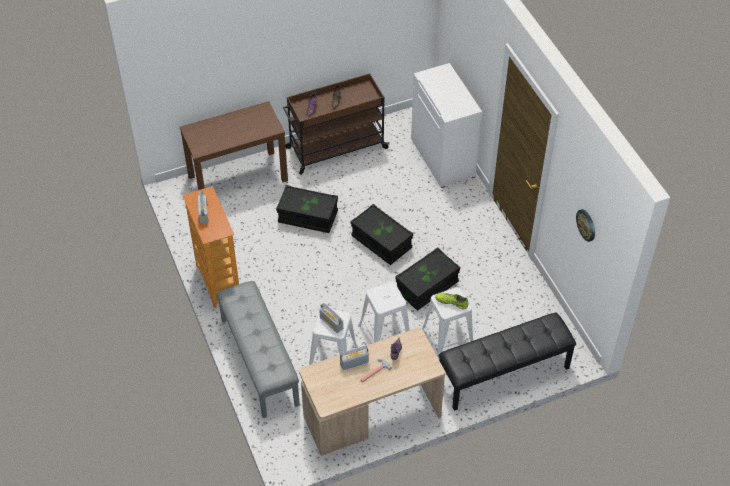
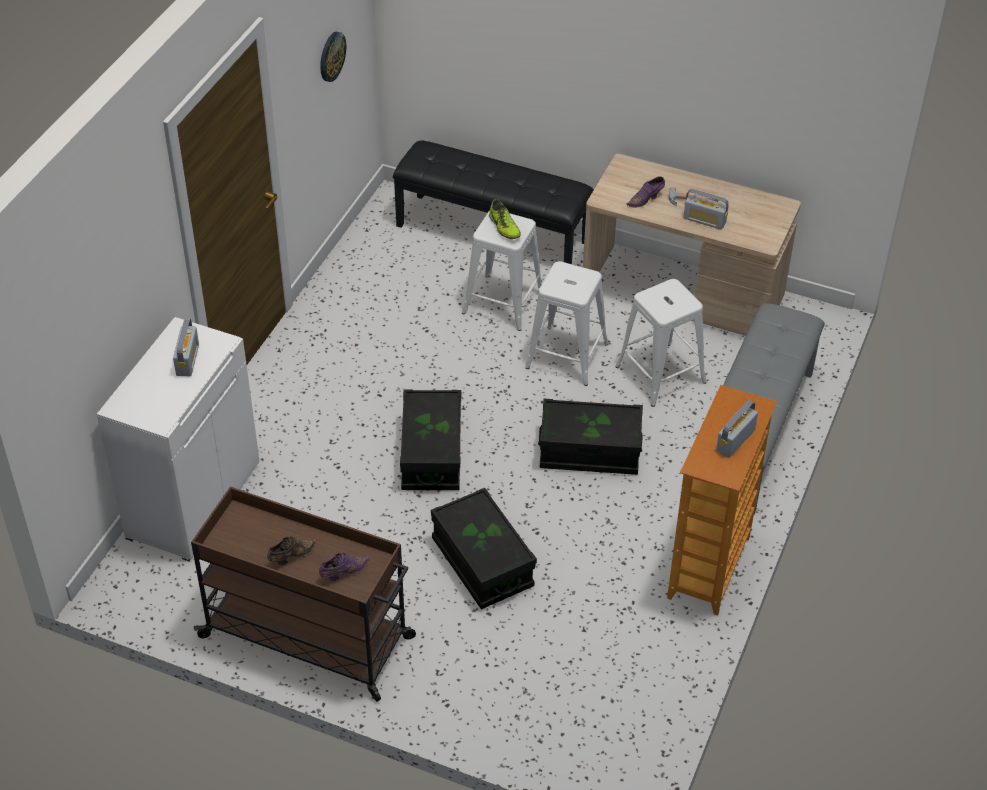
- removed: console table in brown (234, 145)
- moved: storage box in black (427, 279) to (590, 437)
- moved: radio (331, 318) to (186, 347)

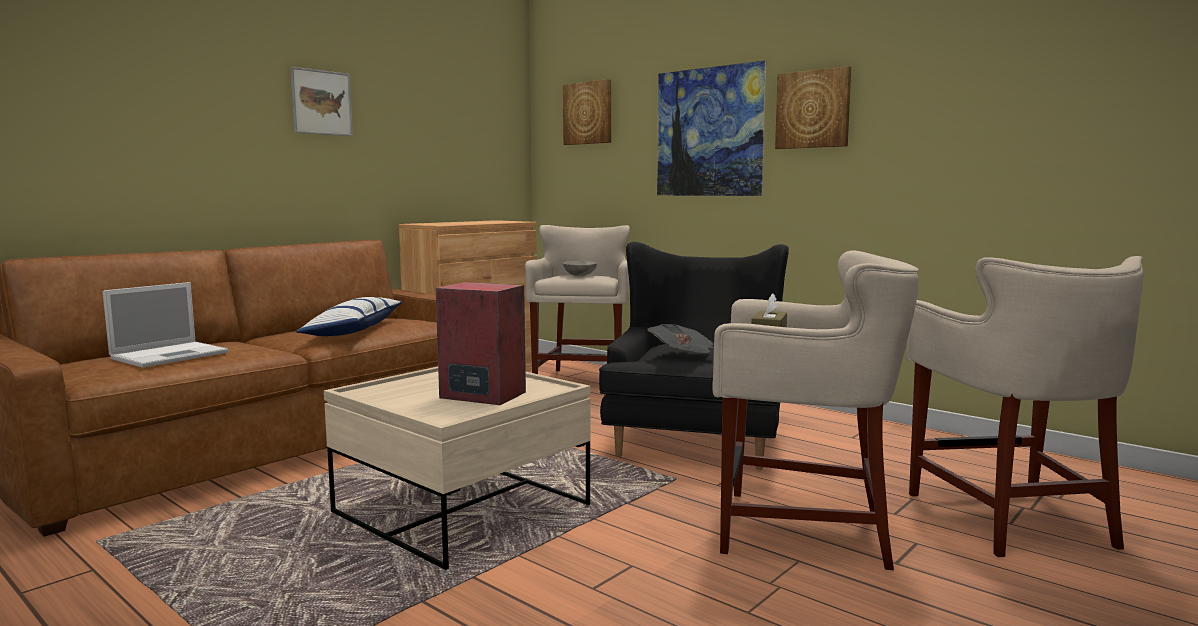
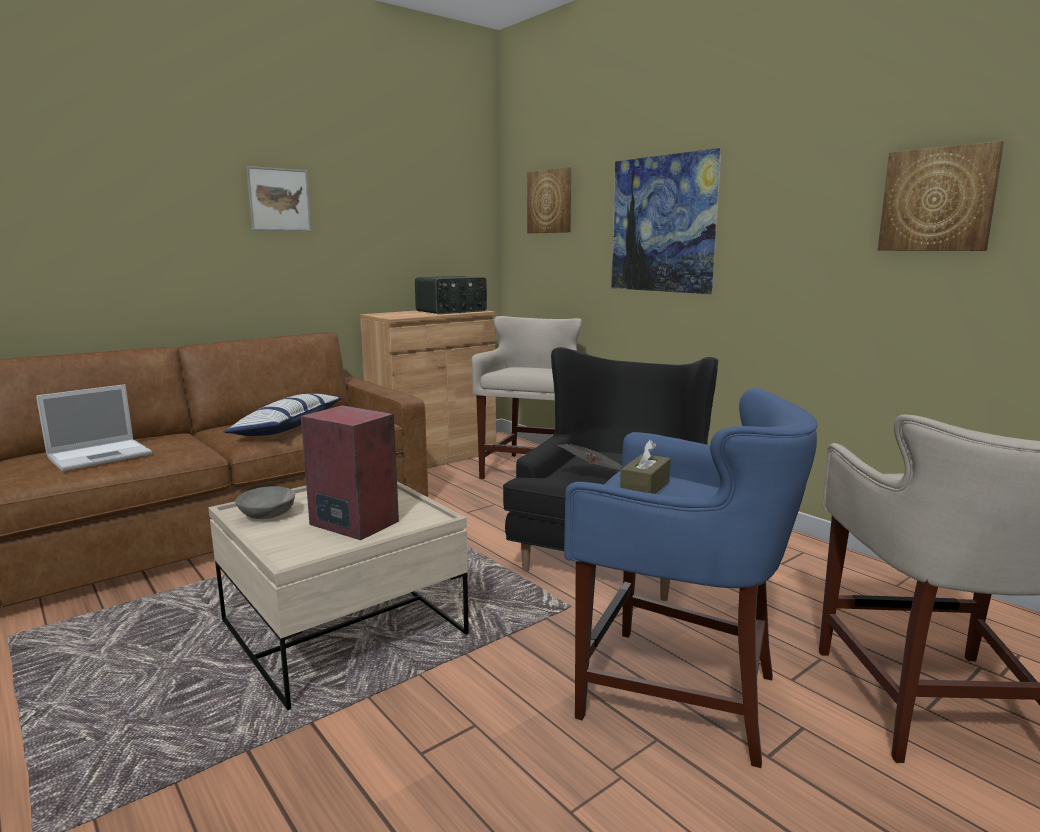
- moved: picture (813, 107) to (941, 196)
- recoloured: stool in beige (815, 410) to stool in blue (691, 578)
- moved: bowl in grey (580, 268) to (265, 502)
- added: radio (451, 295)

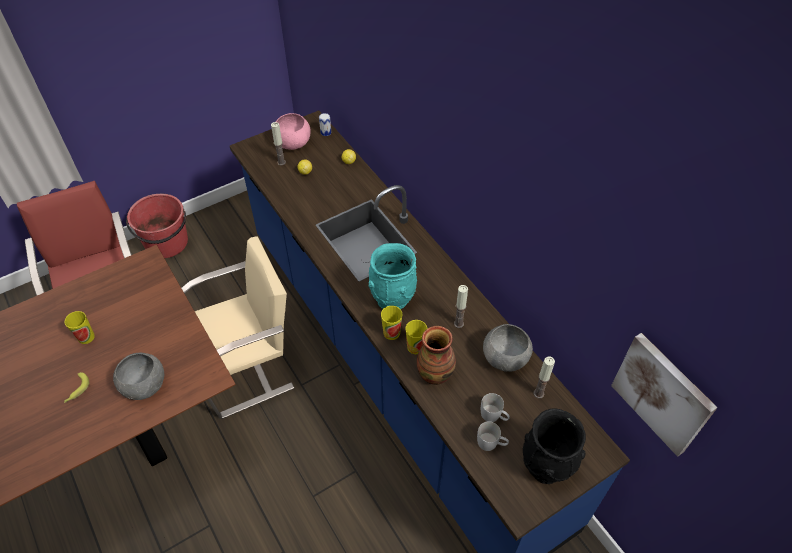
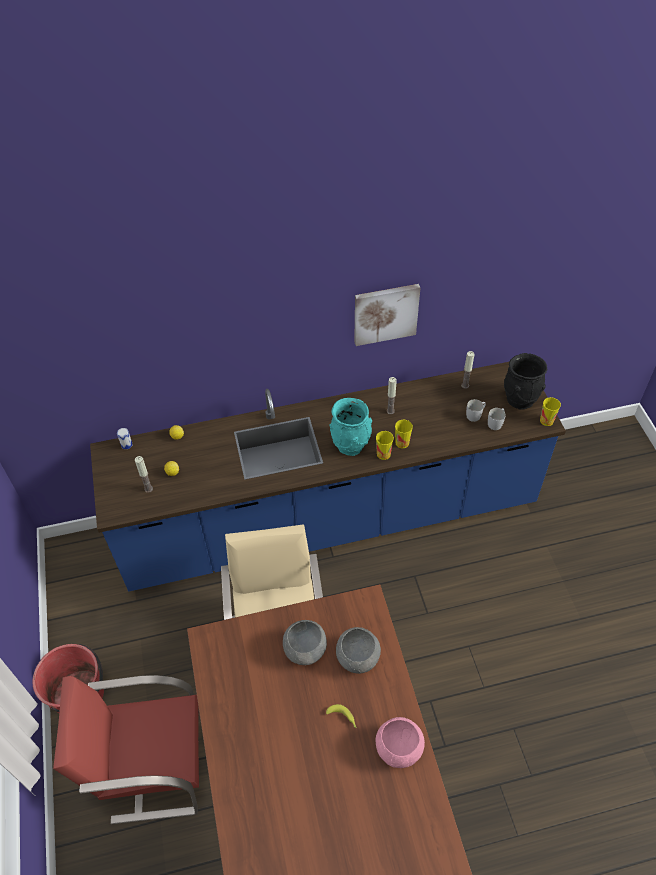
- moved: bowl in pink (293, 131) to (400, 742)
- moved: cup (80, 327) to (550, 411)
- moved: bowl in grey (508, 348) to (305, 642)
- removed: vase (436, 355)
- moved: picture (664, 395) to (387, 315)

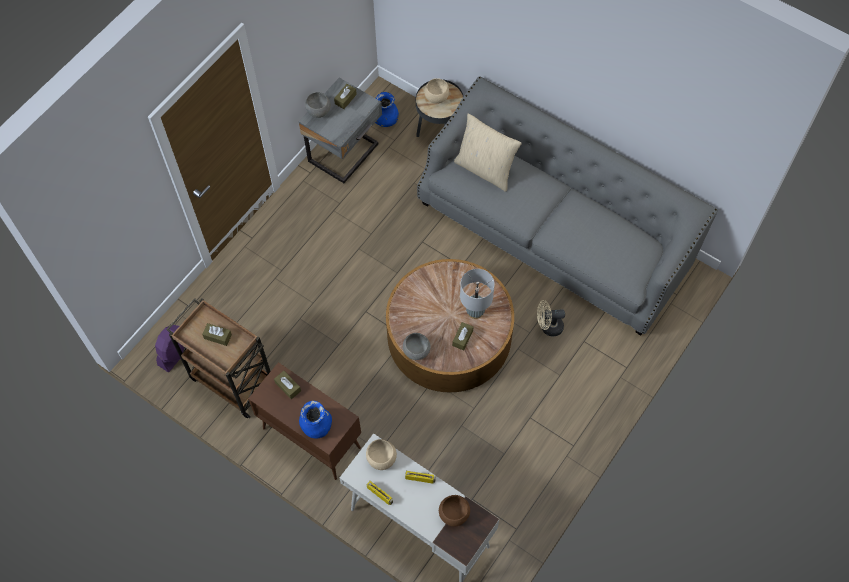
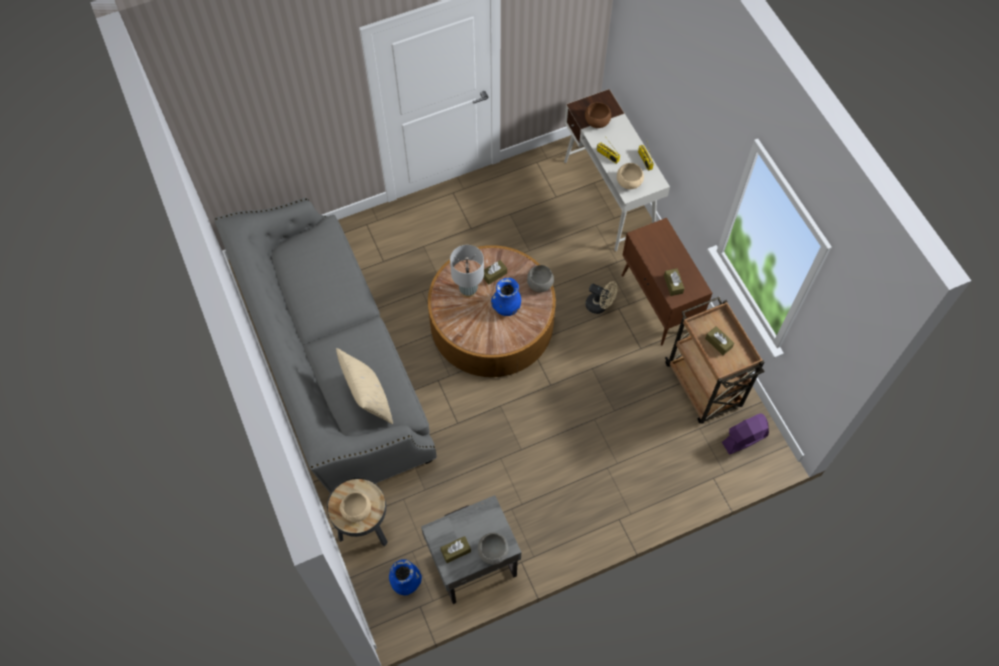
- moved: fan in beige (551, 318) to (601, 297)
- moved: vase in blue (315, 419) to (506, 297)

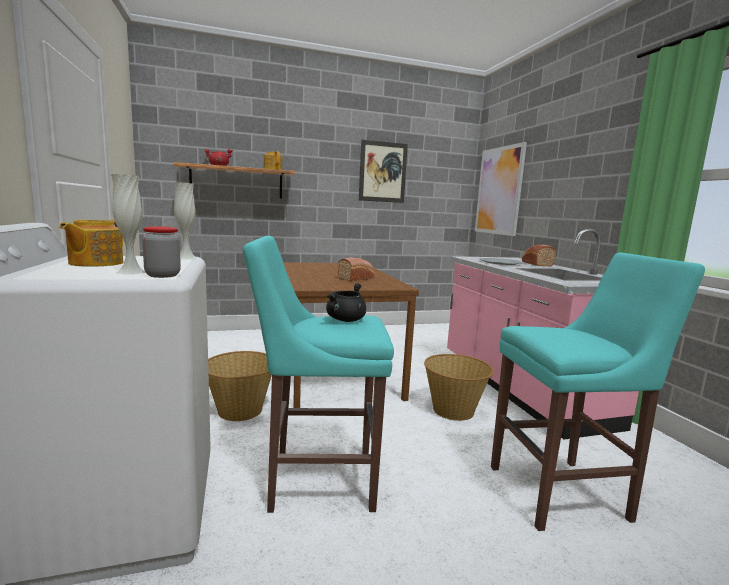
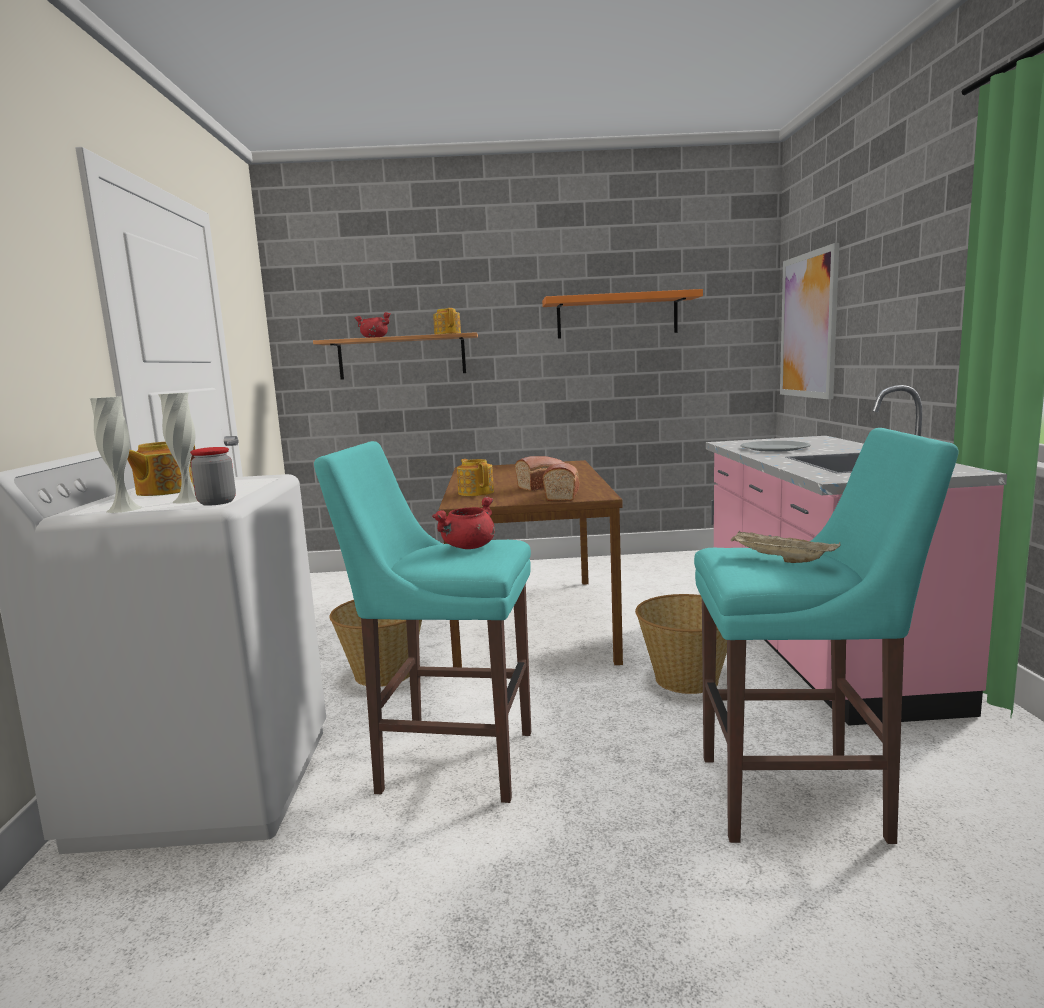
- replaced: picture (383, 171) to shelf in orange (622, 314)
- moved: vase in white (185, 221) to (115, 454)
- moved: bread (539, 256) to (561, 482)
- recoloured: cooking pot in black (346, 302) to cooking pot in red (463, 523)
- added: teapot (475, 477)
- added: tray in beige (786, 546)

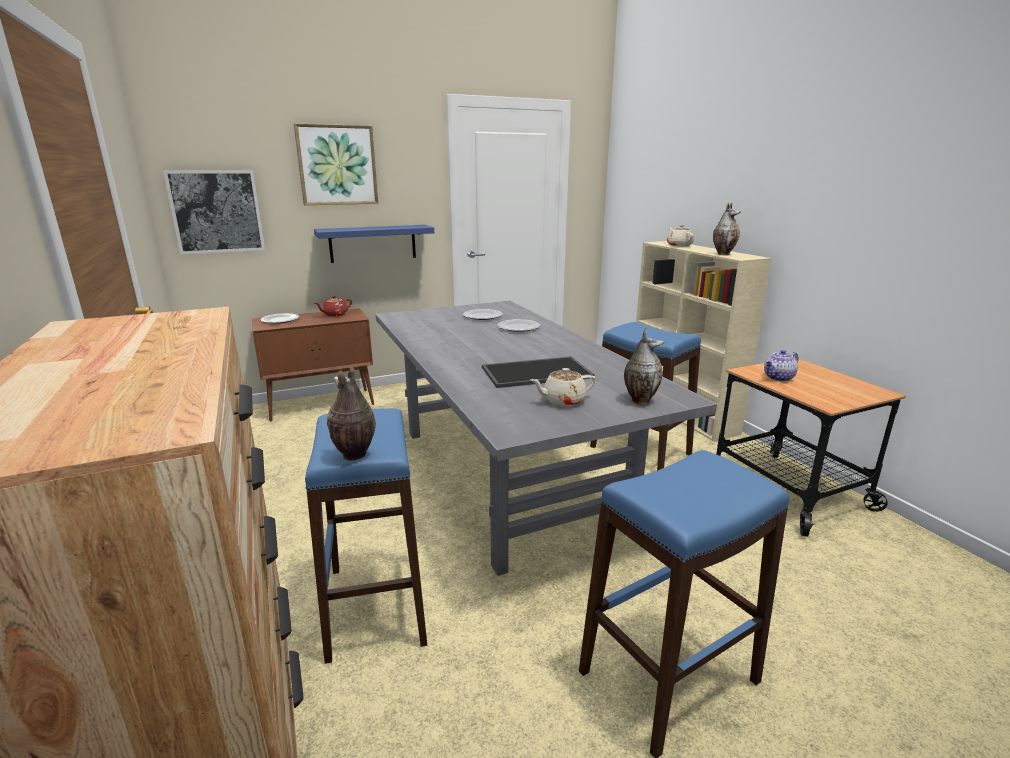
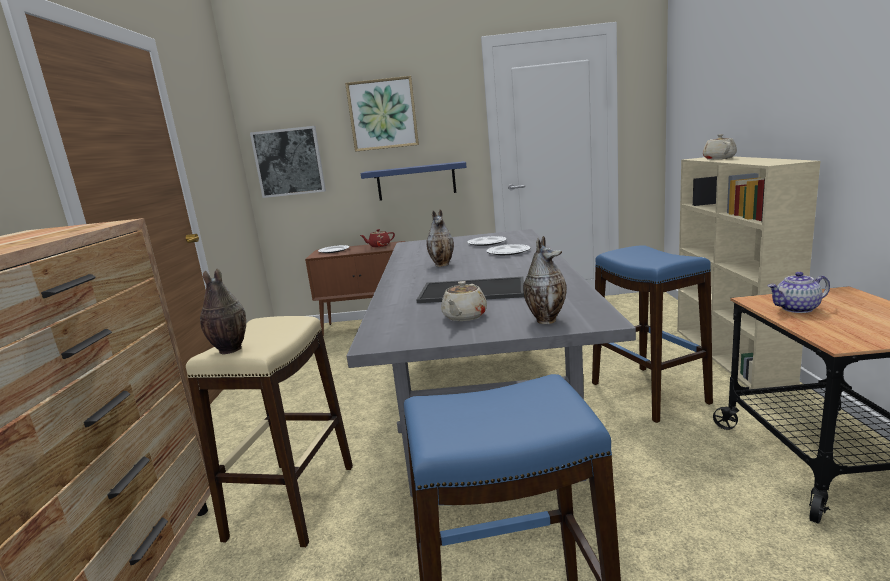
- moved: vase (727, 229) to (440, 238)
- turned: teapot in beige (563, 387) = (464, 301) 75 degrees counterclockwise
- recoloured: stool in blue (366, 536) to stool in beige (269, 431)

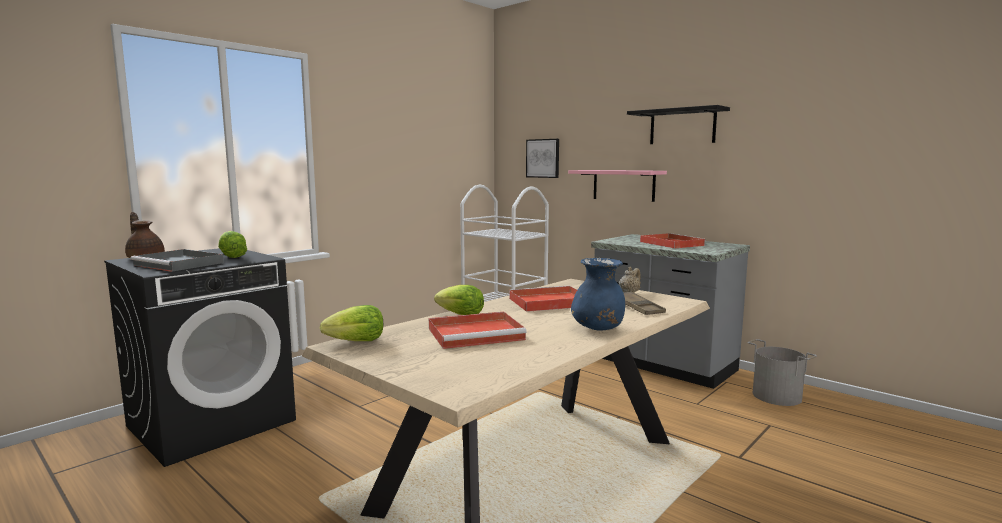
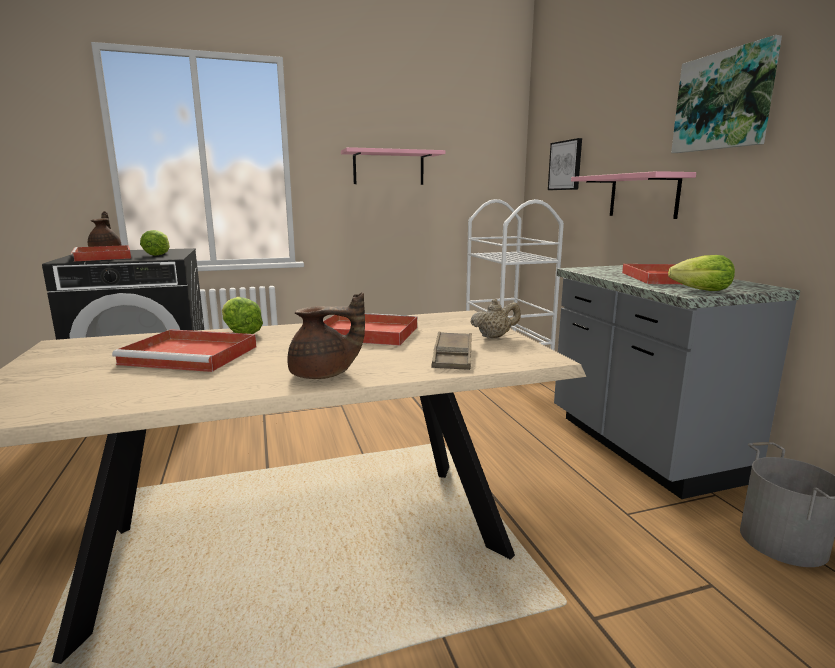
- replaced: shelf in black (678, 124) to picture (726, 94)
- recoloured: tray in grey (177, 260) to tray in red (101, 253)
- replaced: vase in blue (598, 294) to teapot in brown (326, 335)
- moved: lettuce (351, 323) to (701, 273)
- added: shelf in pink (393, 166)

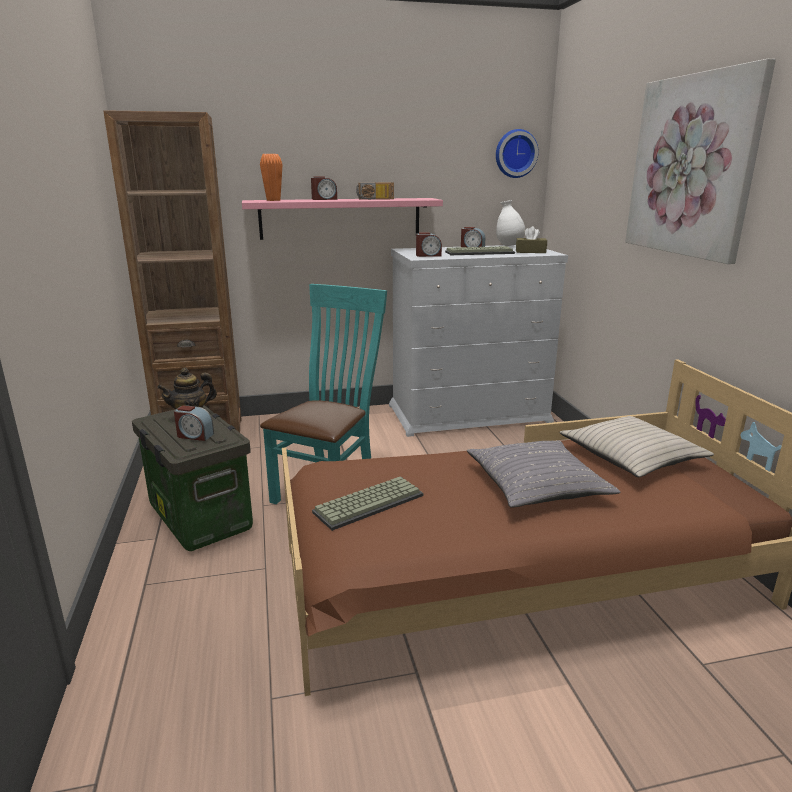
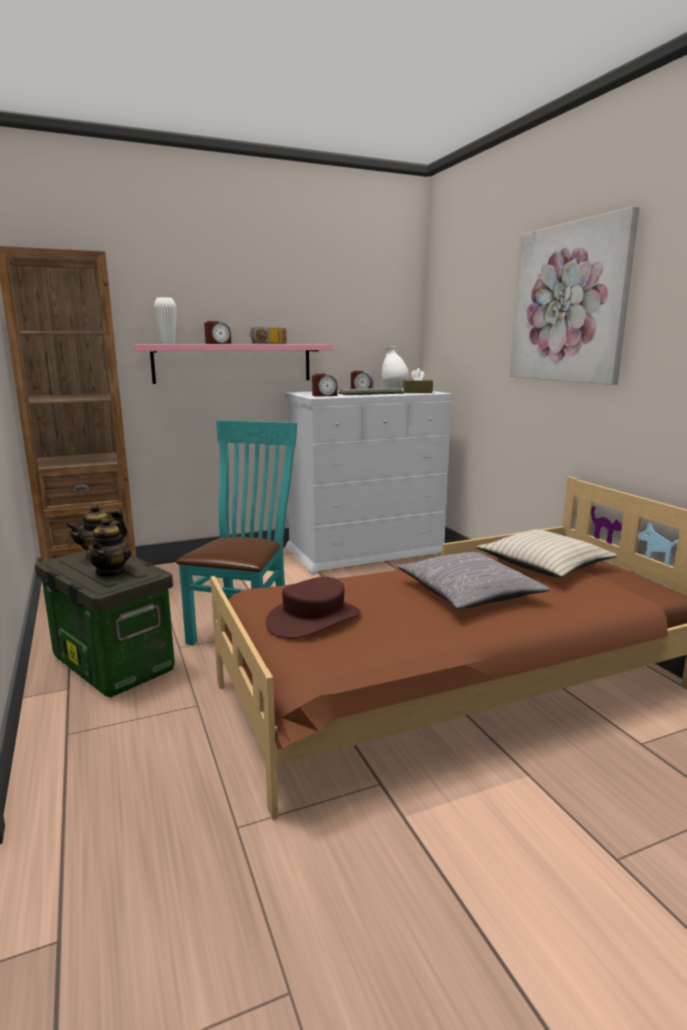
- removed: wall clock (517, 153)
- recoloured: vase in orange (271, 177) to vase in white (165, 320)
- replaced: alarm clock (194, 423) to teapot (108, 547)
- replaced: keyboard (368, 503) to hat in brown (313, 608)

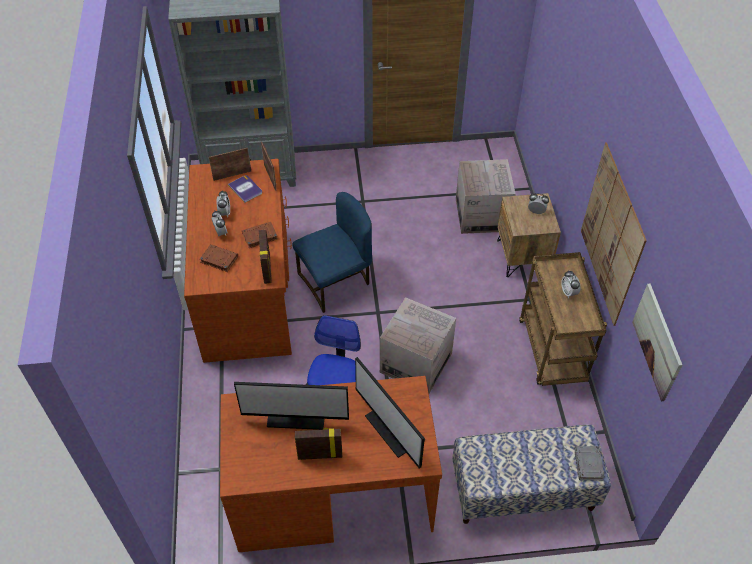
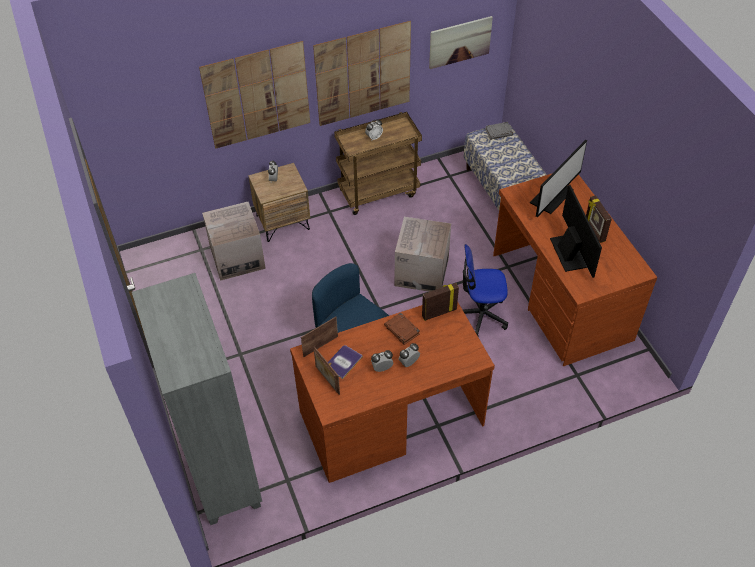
- removed: book in brown (219, 258)
- added: picture (254, 95)

